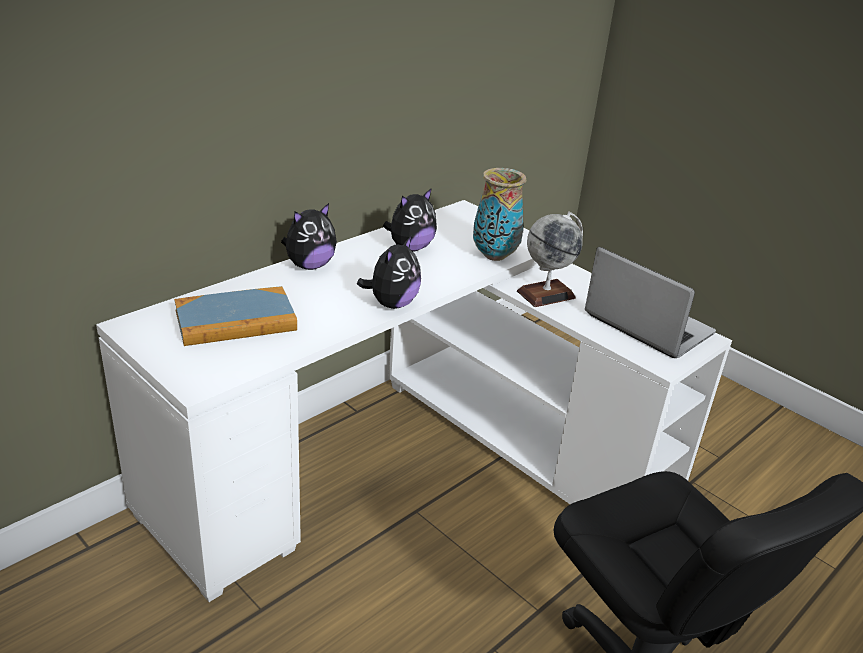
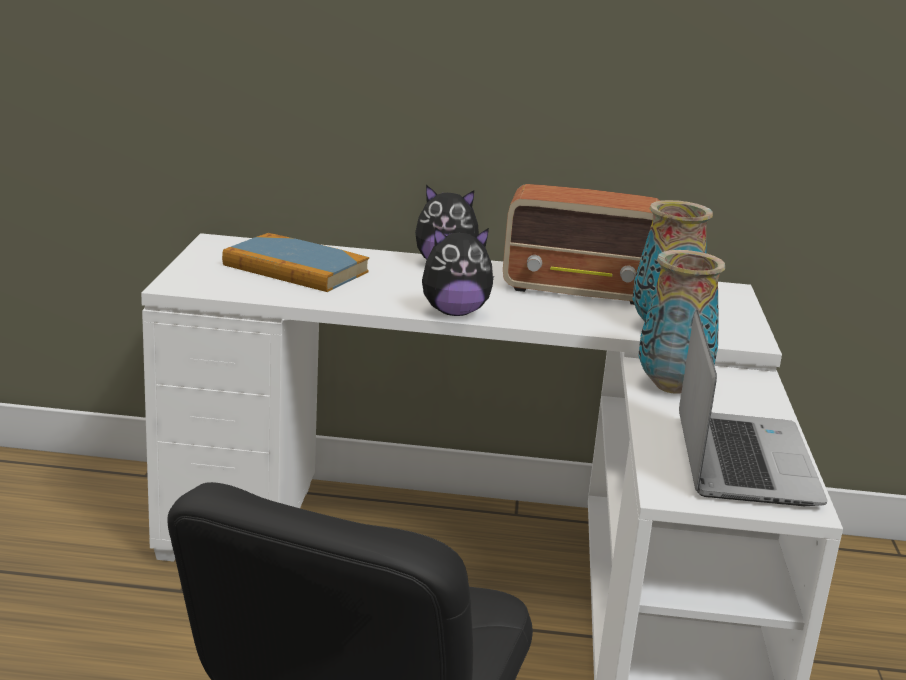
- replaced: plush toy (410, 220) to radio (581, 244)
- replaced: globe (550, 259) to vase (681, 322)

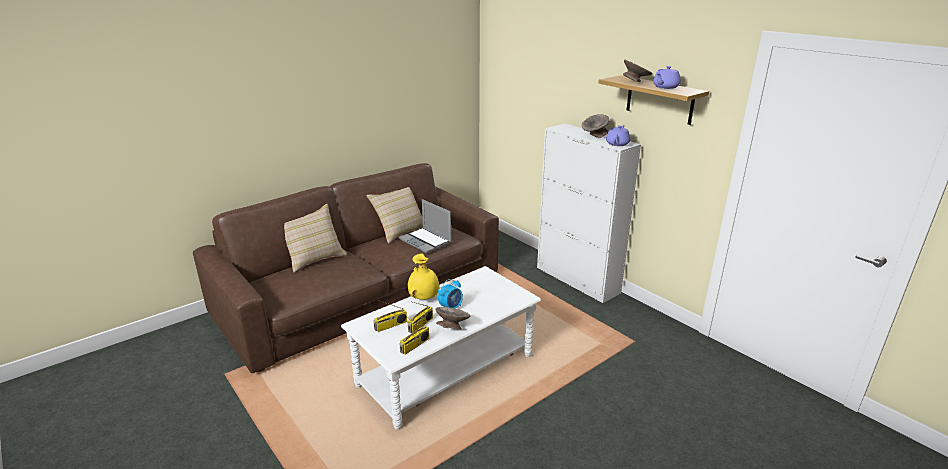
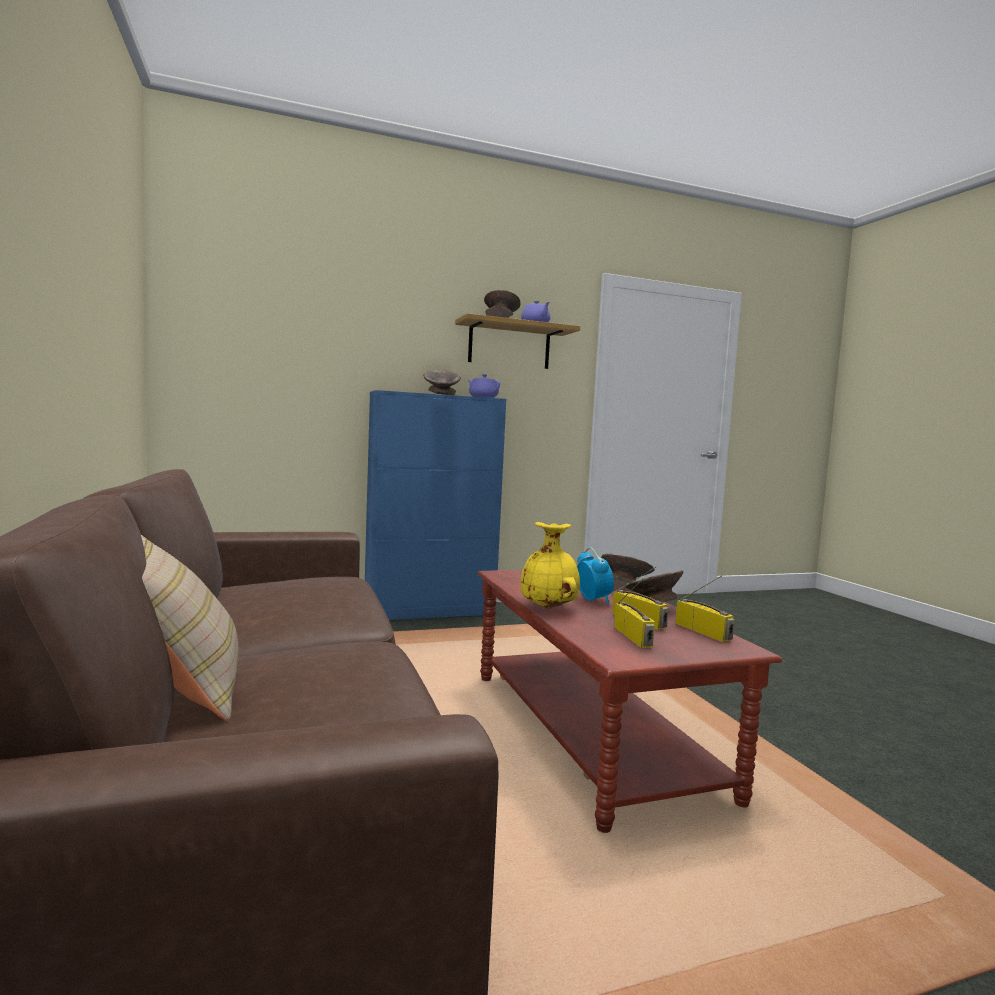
- recoloured: cabinet in white (589, 213) to cabinet in blue (435, 505)
- removed: pillow in beige (394, 215)
- removed: laptop (425, 226)
- recoloured: coffee table in white (441, 348) to coffee table in brown (629, 701)
- added: bowl in grey (628, 570)

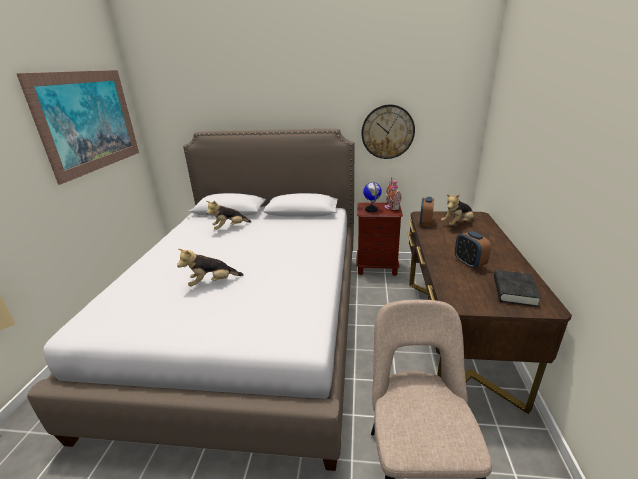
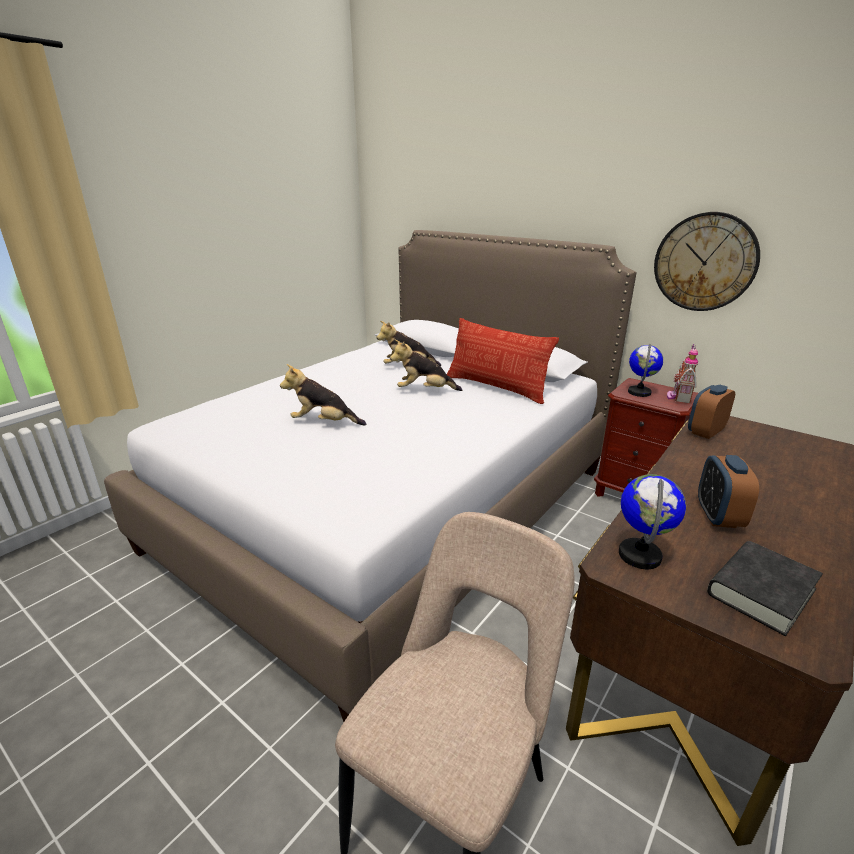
- removed: picture (77, 127)
- moved: plush toy (458, 209) to (426, 365)
- added: pillow (503, 361)
- added: globe (652, 521)

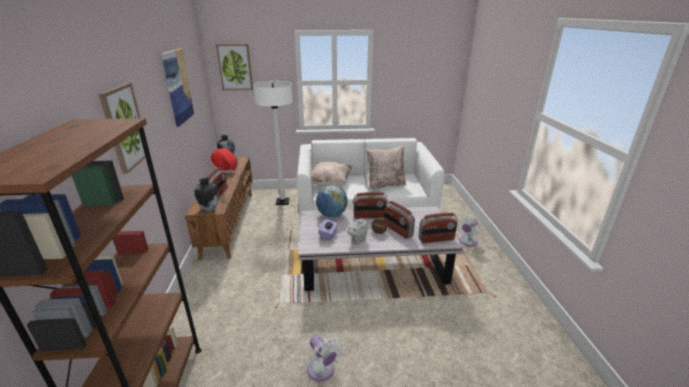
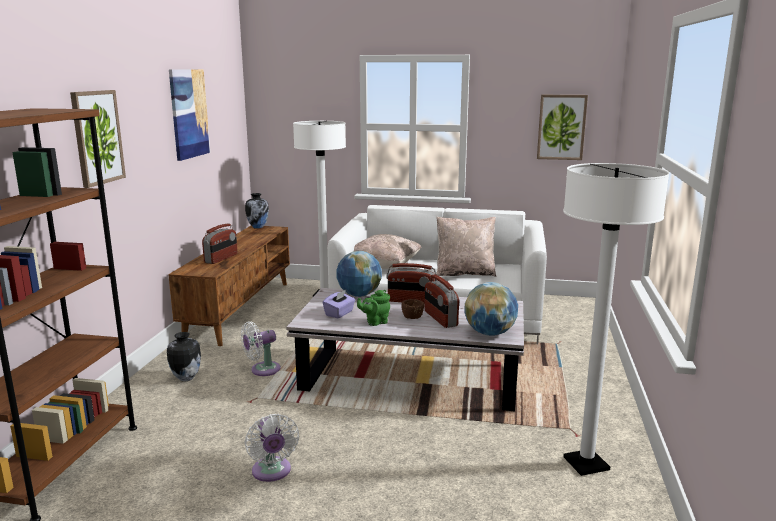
- moved: picture (234, 67) to (562, 127)
- removed: hat (223, 160)
- moved: vase (206, 194) to (184, 357)
- replaced: radio (438, 228) to globe (491, 309)
- moved: fan in white (469, 231) to (261, 349)
- recoloured: teapot in grey (357, 231) to teapot in green (373, 308)
- added: floor lamp in white (616, 319)

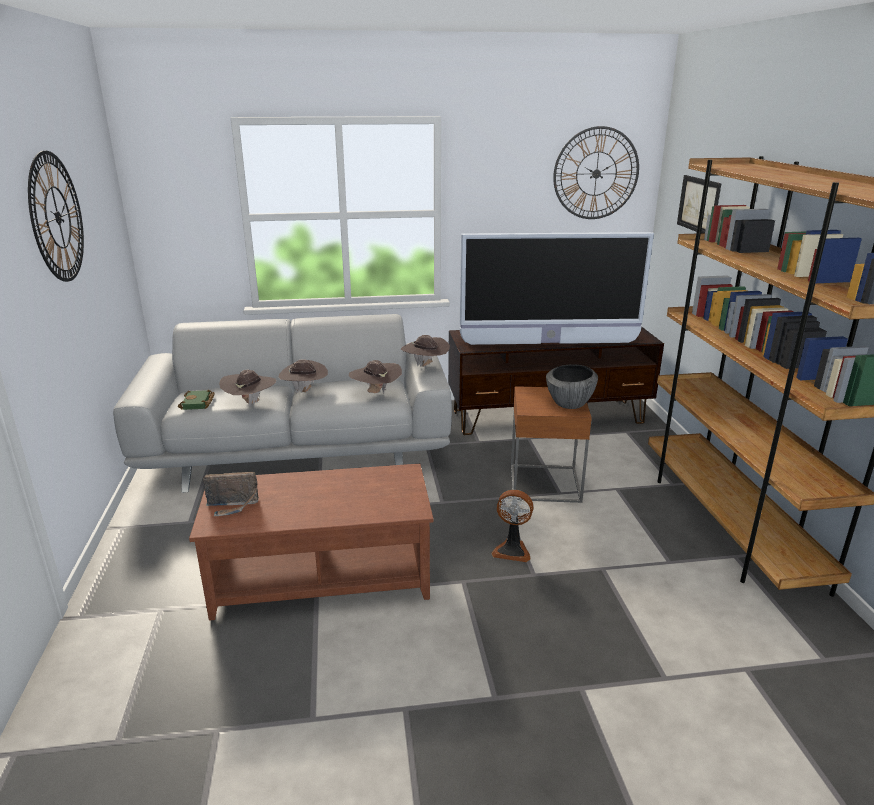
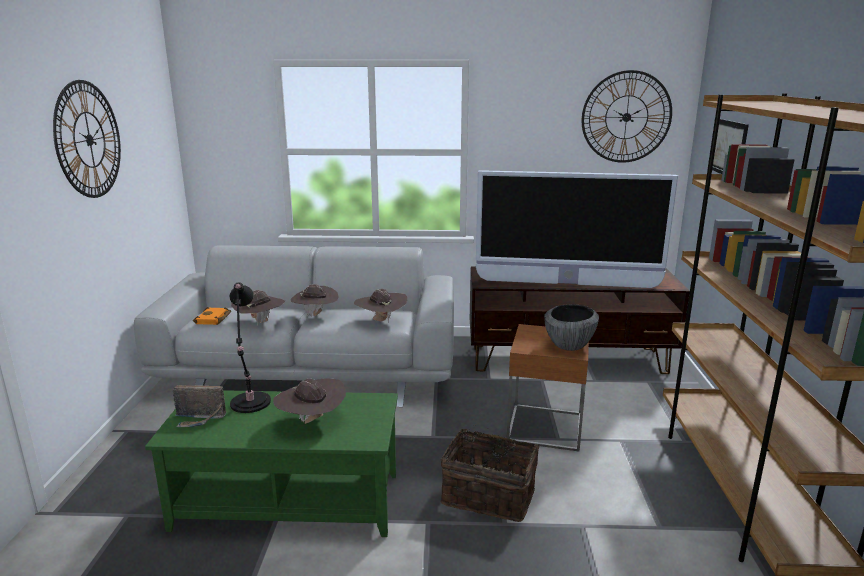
- moved: hat in brown (425, 351) to (309, 401)
- recoloured: book in green (196, 400) to book in orange (212, 316)
- recoloured: coffee table in brown (311, 542) to coffee table in green (271, 463)
- replaced: fan (512, 526) to basket (489, 473)
- added: table lamp in black (250, 347)

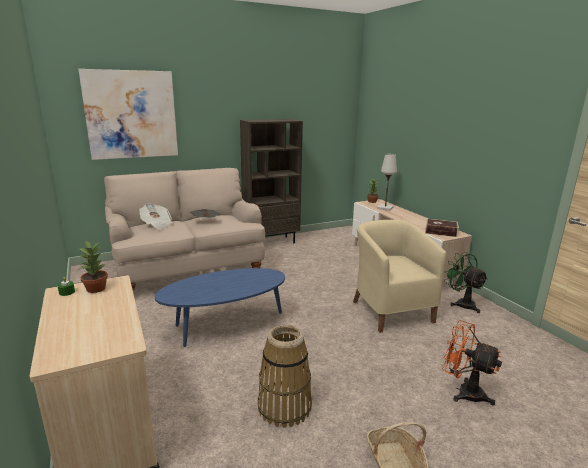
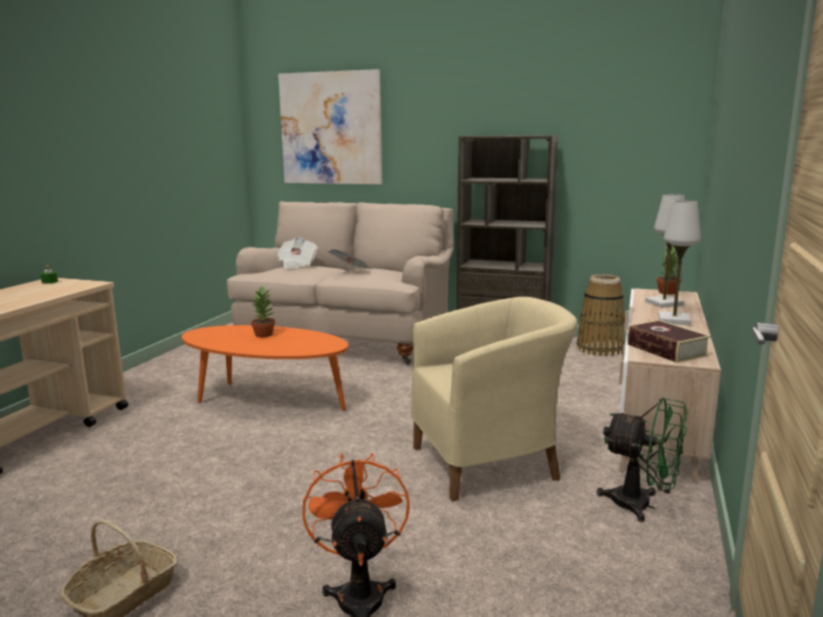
- turned: armchair in beige (400, 276) = (494, 399) 45 degrees clockwise
- moved: potted plant (93, 267) to (263, 311)
- turned: fan in green (466, 282) = (642, 459) 105 degrees clockwise
- recoloured: coffee table in blue (220, 307) to coffee table in orange (265, 368)
- moved: basket (285, 376) to (601, 315)
- added: table lamp in white (680, 263)

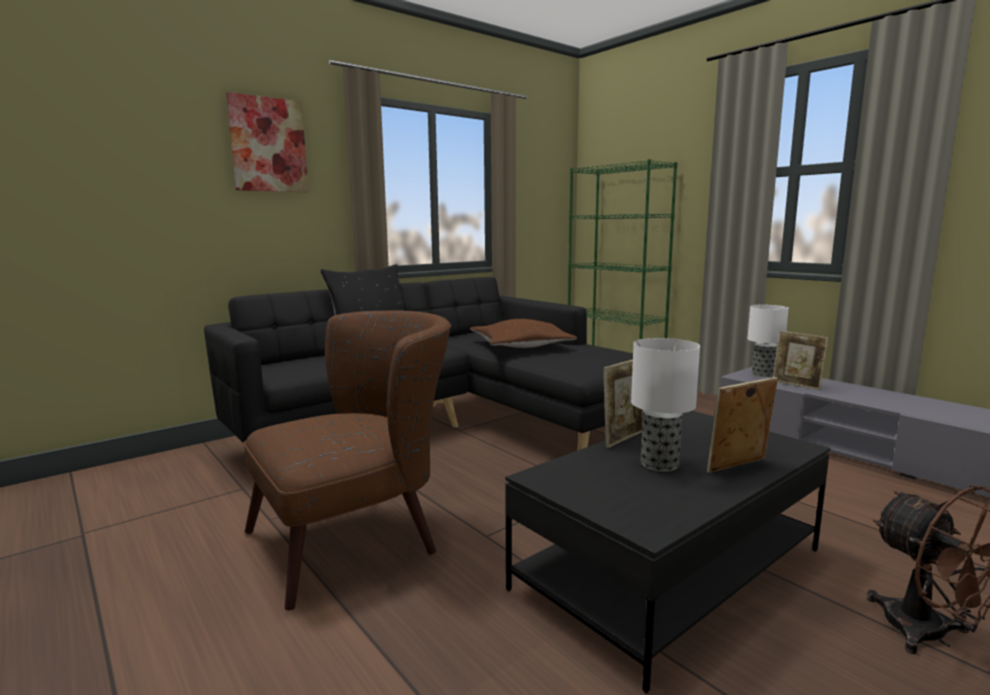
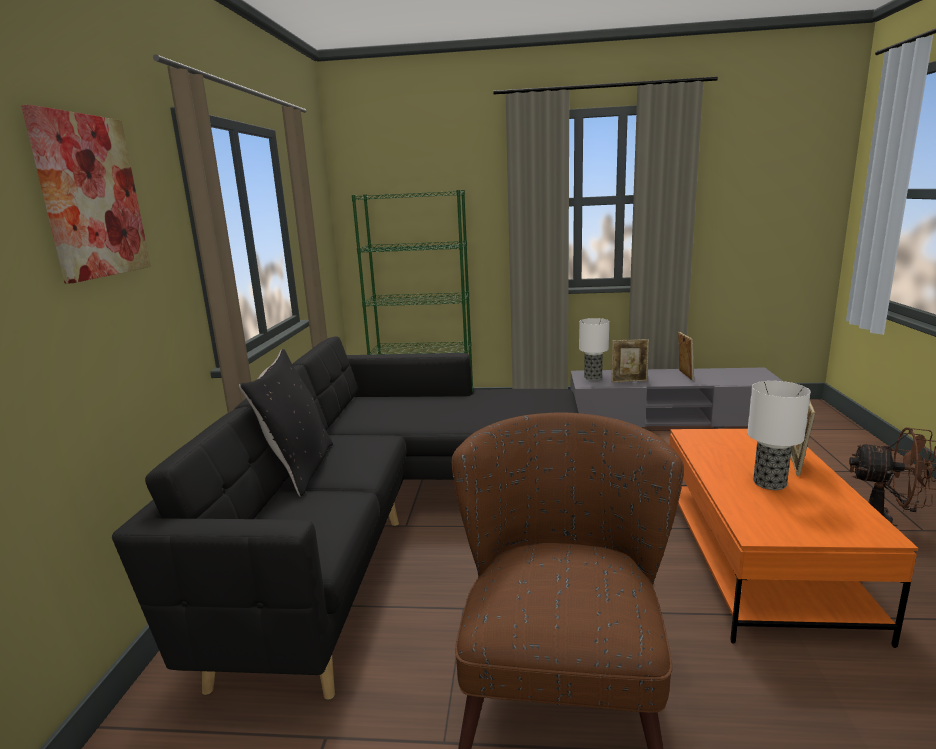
- removed: pillow in brown (523, 333)
- moved: picture frame (623, 404) to (686, 356)
- recoloured: coffee table in black (668, 552) to coffee table in orange (794, 538)

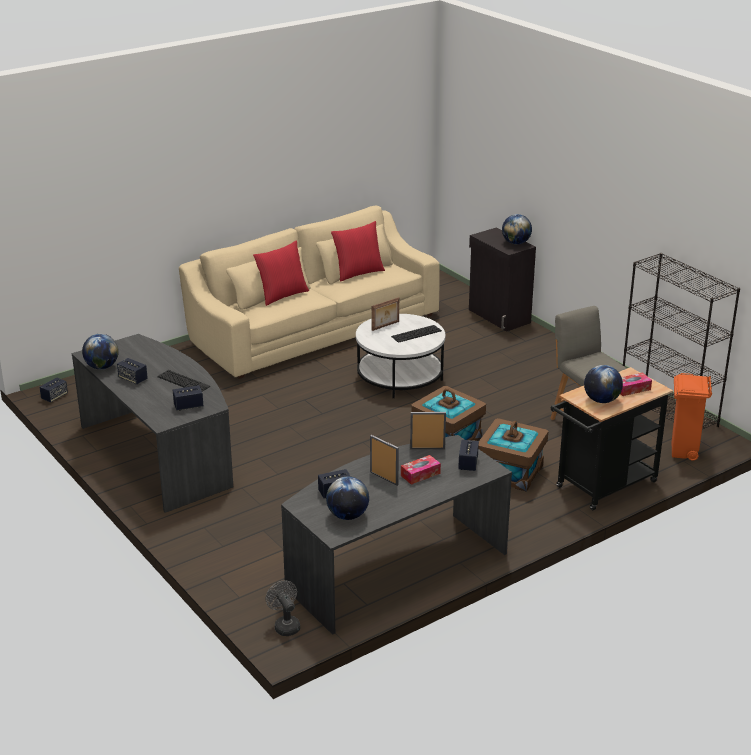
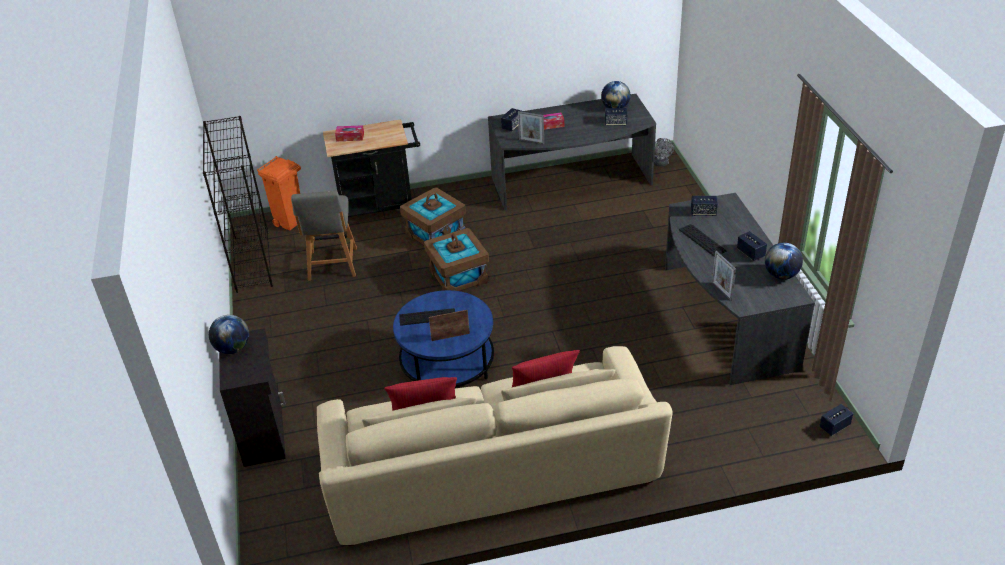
- recoloured: coffee table in white (400, 356) to coffee table in blue (443, 339)
- removed: globe (603, 384)
- moved: picture frame (384, 460) to (724, 276)

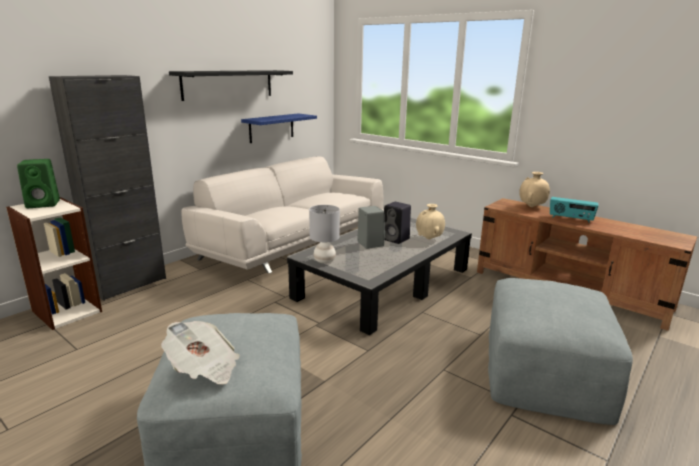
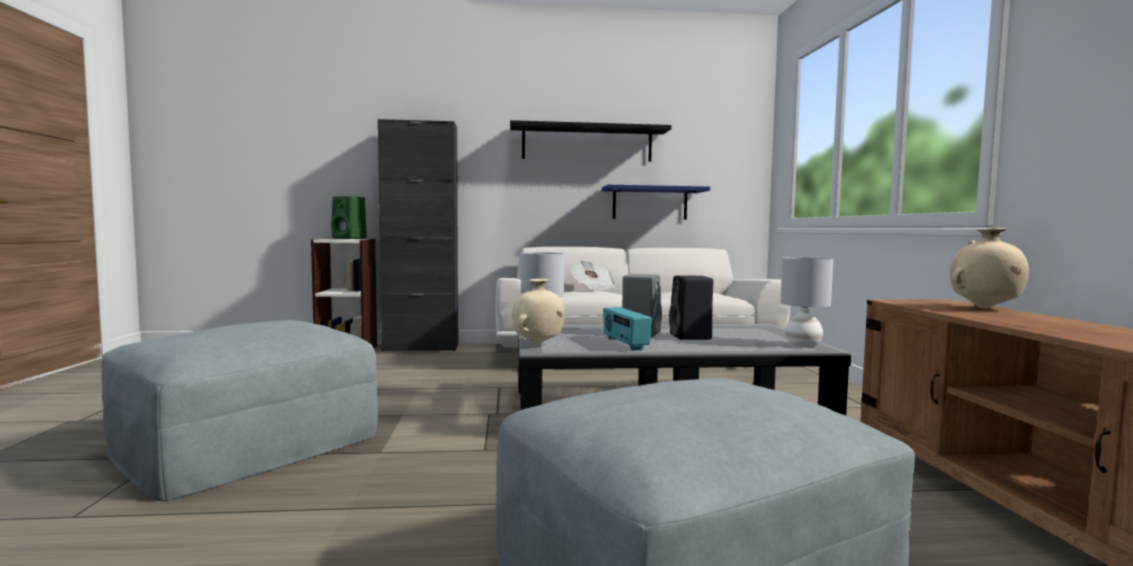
- moved: radio (574, 210) to (627, 329)
- moved: vase in beige (430, 222) to (538, 312)
- moved: newspaper (200, 353) to (593, 276)
- added: table lamp in grey (806, 302)

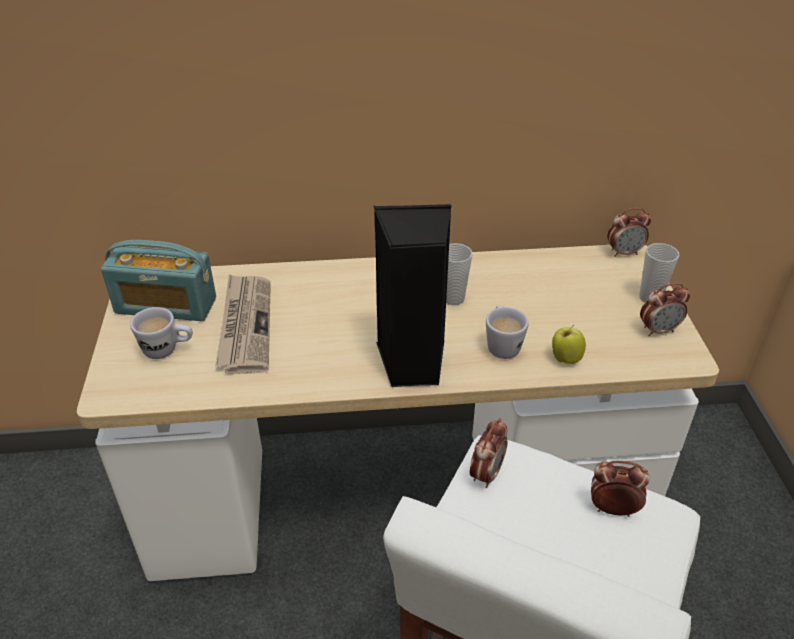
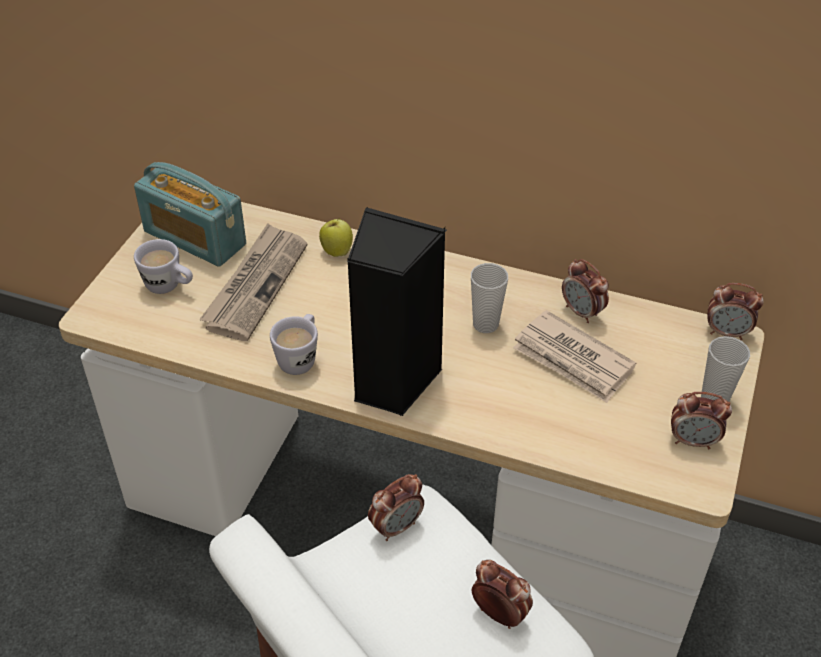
- moved: mug in white (507, 332) to (294, 344)
- moved: apple (569, 344) to (336, 237)
- added: alarm clock (585, 291)
- added: newspaper (574, 356)

